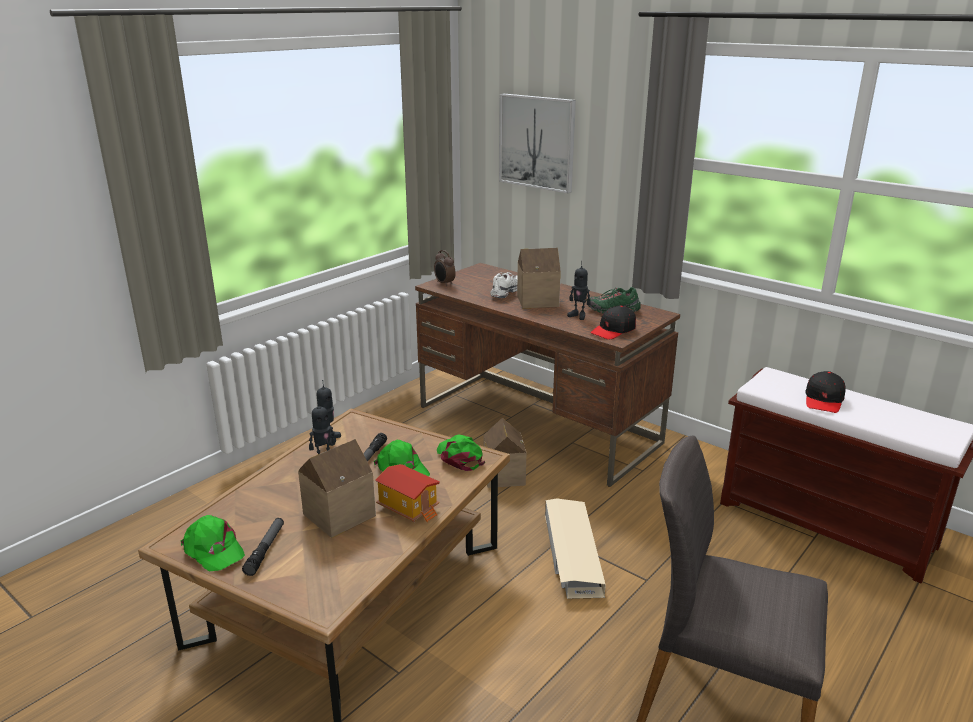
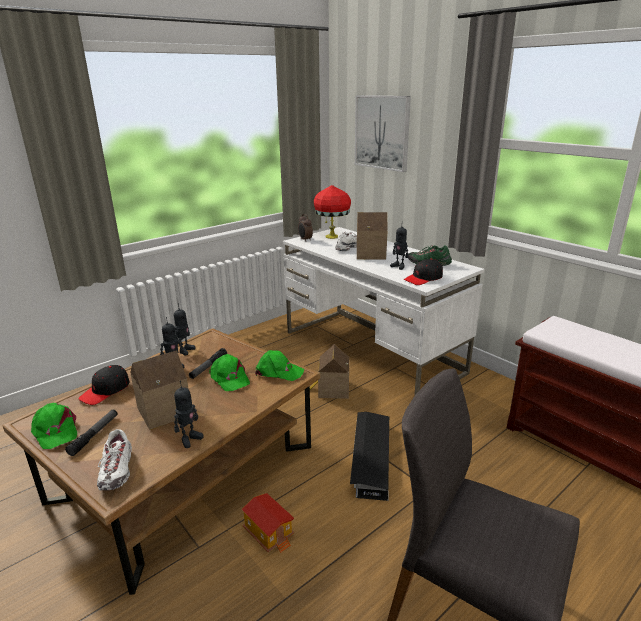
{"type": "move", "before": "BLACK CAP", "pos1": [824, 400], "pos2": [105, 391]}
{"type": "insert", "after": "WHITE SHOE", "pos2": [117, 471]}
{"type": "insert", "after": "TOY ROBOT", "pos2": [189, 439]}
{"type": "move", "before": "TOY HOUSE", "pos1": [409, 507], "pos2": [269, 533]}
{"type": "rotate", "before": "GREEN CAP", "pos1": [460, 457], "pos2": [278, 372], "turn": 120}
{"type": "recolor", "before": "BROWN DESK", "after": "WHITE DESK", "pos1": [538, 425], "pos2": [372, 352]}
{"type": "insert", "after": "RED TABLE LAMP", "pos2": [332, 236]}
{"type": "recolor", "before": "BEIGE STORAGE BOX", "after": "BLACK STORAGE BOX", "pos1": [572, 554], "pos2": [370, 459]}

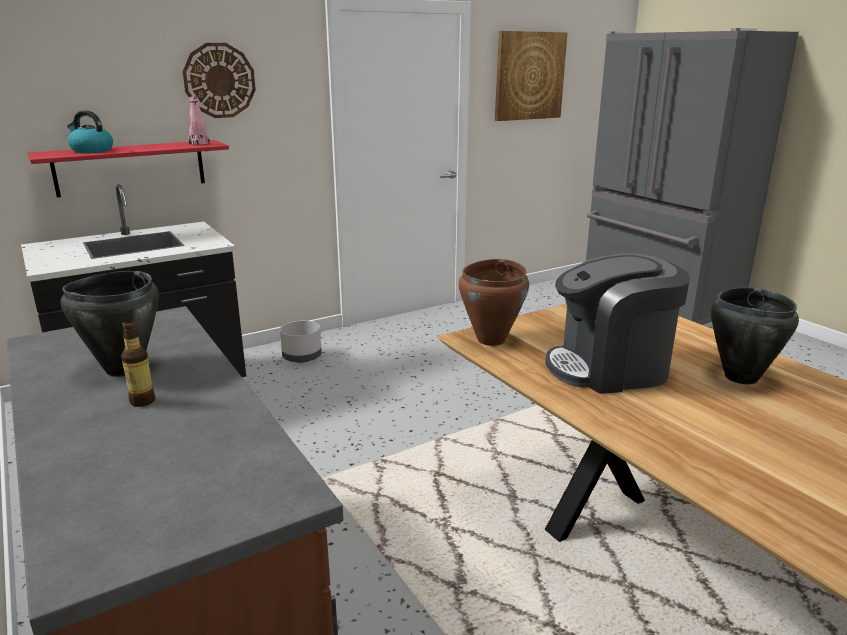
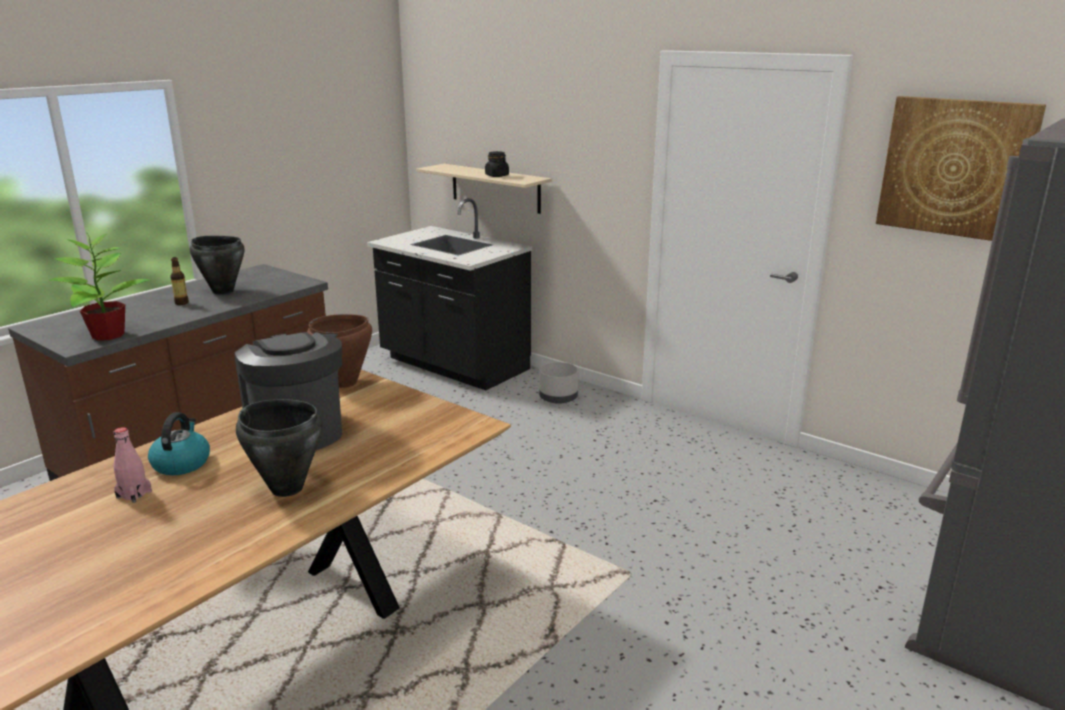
{"type": "insert", "after": "POTTED PLANT", "pos2": [107, 335]}
{"type": "move", "before": "PINK BOTTLE", "pos1": [199, 144], "pos2": [134, 494]}
{"type": "move", "before": "KETTLE", "pos1": [91, 150], "pos2": [181, 463]}
{"type": "recolor", "before": "RED SHELF", "after": "BEIGE SHELF", "pos1": [130, 168], "pos2": [495, 188]}
{"type": "insert", "after": "BLACK JAR", "pos2": [496, 176]}
{"type": "delete", "before": "WALL CLOCK", "pos1": [219, 80]}

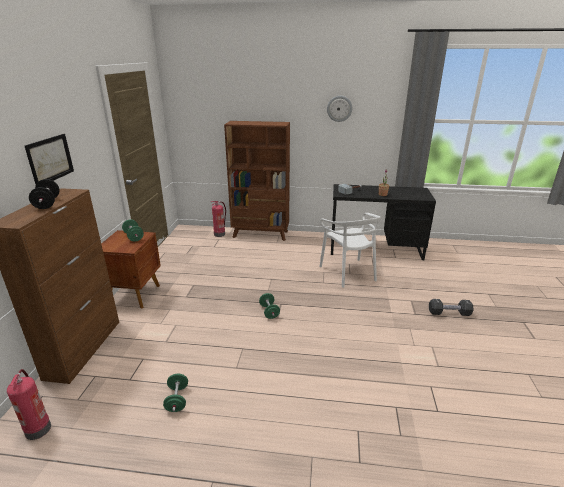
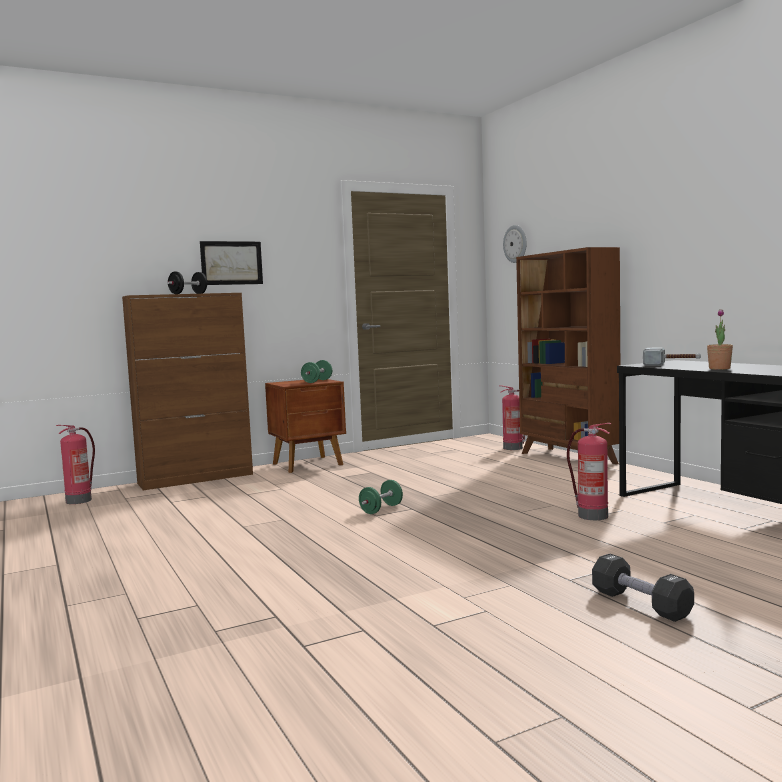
{"type": "move", "before": "WALL CLOCK", "pos1": [339, 108], "pos2": [515, 244]}
{"type": "replace", "before": "WHITE CHAIR", "after": "FIRE EXTINGUISHER", "pos1": [348, 272], "pos2": [591, 516]}
{"type": "delete", "before": "GREEN DUMBBELL", "pos1": [177, 400]}

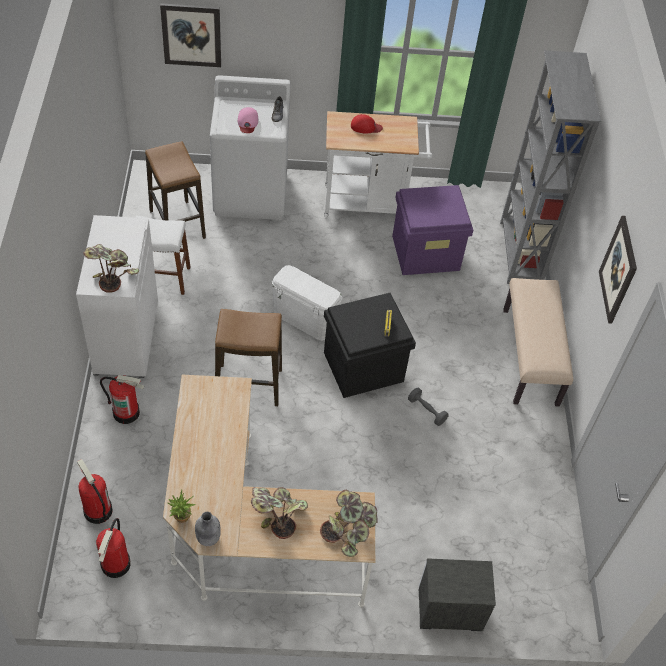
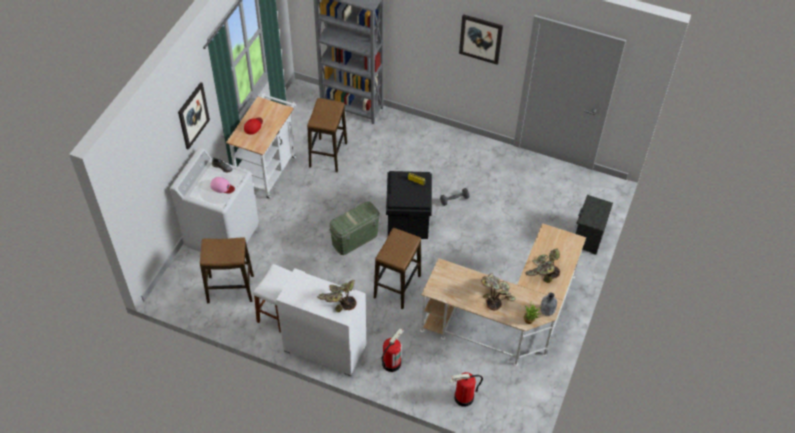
{"type": "move", "before": "PICTURE", "pos1": [191, 35], "pos2": [193, 115]}
{"type": "replace", "before": "PURPLE STORAGE BOX", "after": "STOOL", "pos1": [426, 252], "pos2": [328, 155]}
{"type": "recolor", "before": "WHITE STORAGE BOX", "after": "GREEN STORAGE BOX", "pos1": [304, 319], "pos2": [355, 239]}
{"type": "move", "before": "POTTED PLANT", "pos1": [348, 531], "pos2": [495, 296]}
{"type": "delete", "before": "FIRE EXTINGUISHER", "pos1": [116, 564]}
{"type": "delete", "before": "BEIGE BENCH", "pos1": [531, 357]}

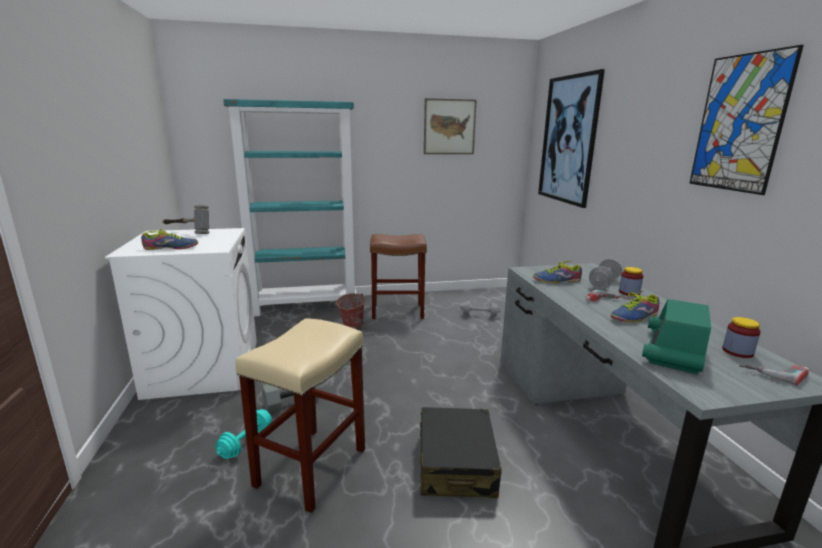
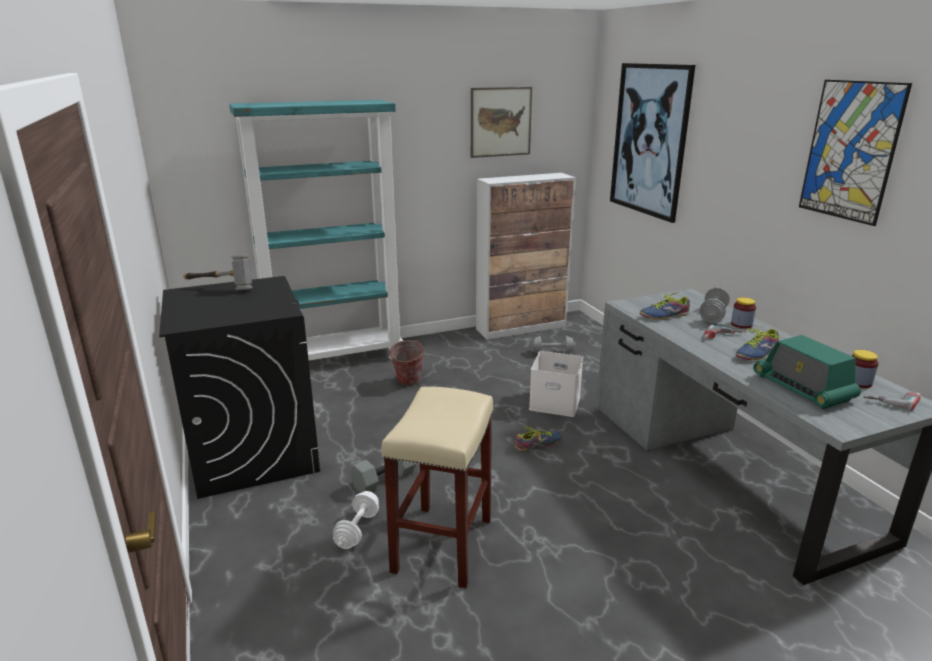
{"type": "recolor", "before": "WHITE WASHING MACHINE", "after": "BLACK WASHING MACHINE", "pos1": [204, 368], "pos2": [254, 451]}
{"type": "recolor", "before": "TURQUOISE DUMBBELL", "after": "WHITE DUMBBELL", "pos1": [246, 443], "pos2": [357, 530]}
{"type": "insert", "after": "CABINET", "pos2": [521, 327]}
{"type": "move", "before": "SHOE", "pos1": [171, 248], "pos2": [538, 444]}
{"type": "insert", "after": "WHITE STORAGE BOX", "pos2": [556, 402]}
{"type": "rotate", "before": "RADIO", "pos1": [673, 351], "pos2": [802, 388], "turn": -45}
{"type": "delete", "before": "BROWN STOOL", "pos1": [398, 311]}
{"type": "delete", "before": "BLACK SUITCASE", "pos1": [456, 464]}

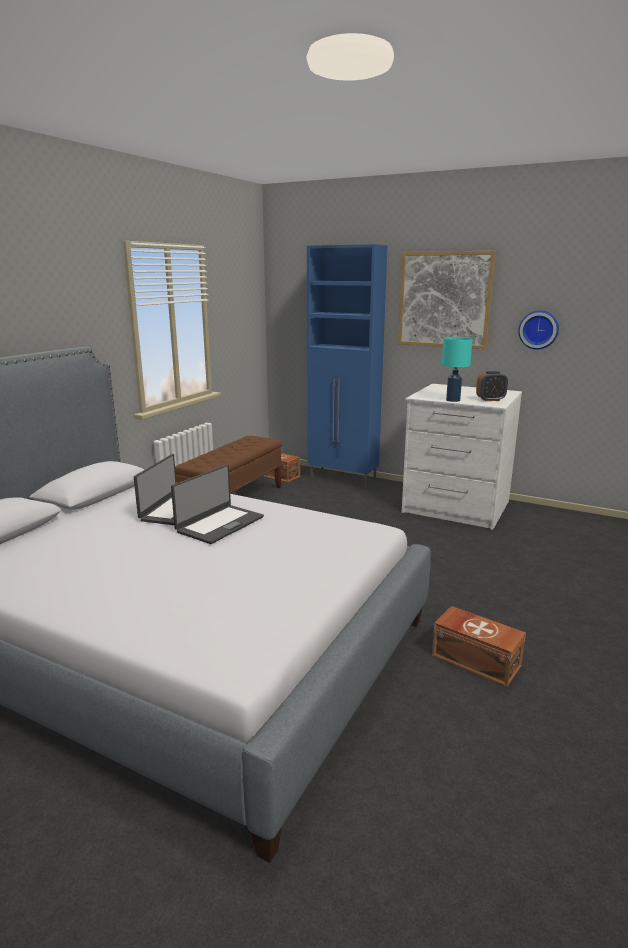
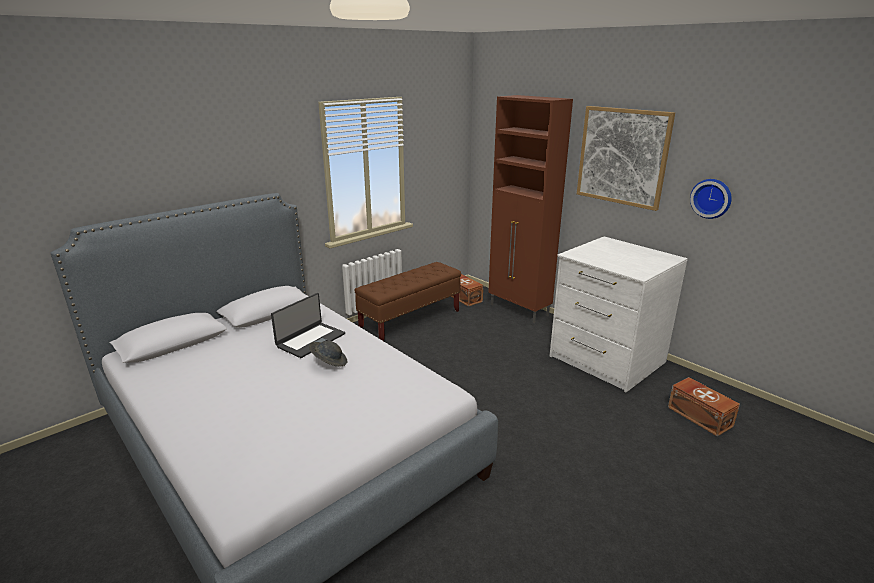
{"type": "replace", "before": "LAPTOP", "after": "GREY HAT", "pos1": [219, 524], "pos2": [329, 362]}
{"type": "recolor", "before": "BLUE CABINET", "after": "BROWN CABINET", "pos1": [343, 479], "pos2": [519, 310]}
{"type": "move", "before": "BROWN STORAGE BOX", "pos1": [475, 659], "pos2": [699, 415]}
{"type": "delete", "before": "TURQUOISE TABLE LAMP", "pos1": [452, 400]}
{"type": "delete", "before": "ALARM CLOCK", "pos1": [490, 400]}

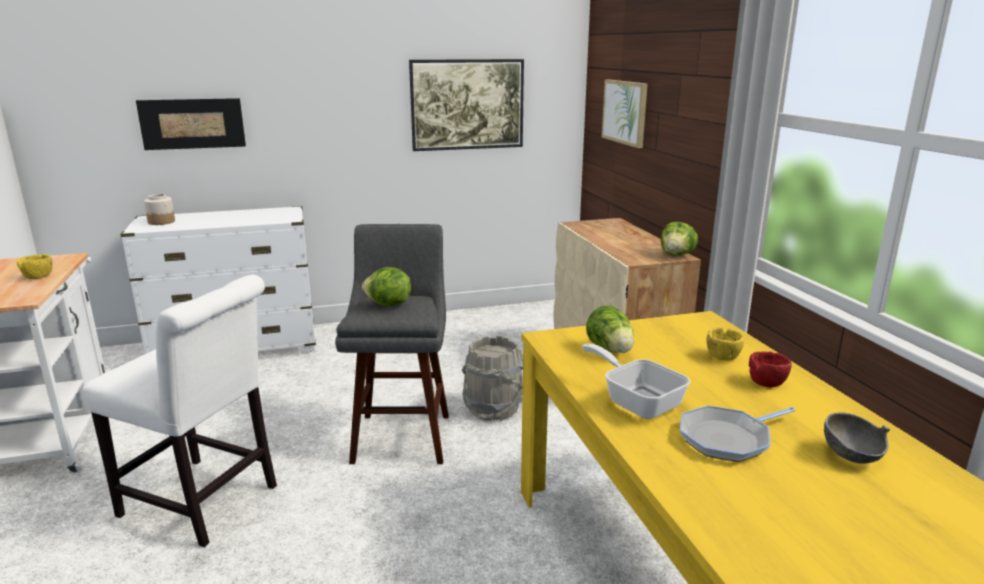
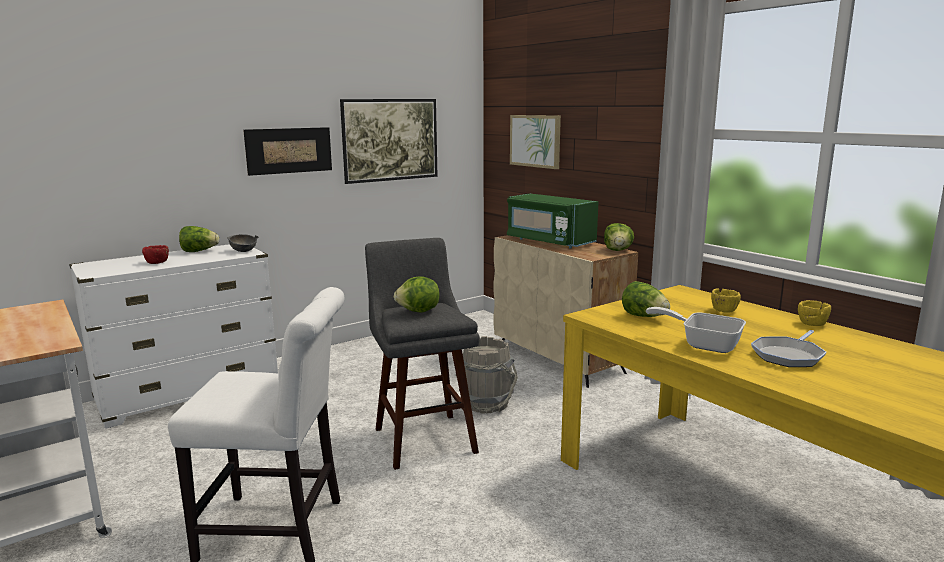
{"type": "move", "before": "RED BOWL", "pos1": [767, 382], "pos2": [157, 262]}
{"type": "insert", "after": "LETTUCE", "pos2": [199, 251]}
{"type": "move", "before": "GREY BOWL", "pos1": [851, 456], "pos2": [243, 251]}
{"type": "move", "before": "PICTURE", "pos1": [192, 123], "pos2": [289, 150]}
{"type": "insert", "after": "GREEN MICROWAVE", "pos2": [549, 242]}
{"type": "move", "before": "YELLOW BOWL", "pos1": [38, 277], "pos2": [812, 323]}
{"type": "delete", "before": "JAR", "pos1": [161, 222]}

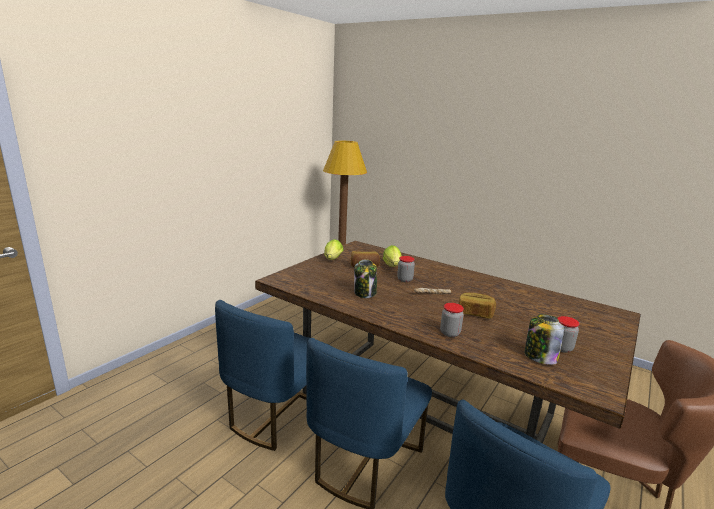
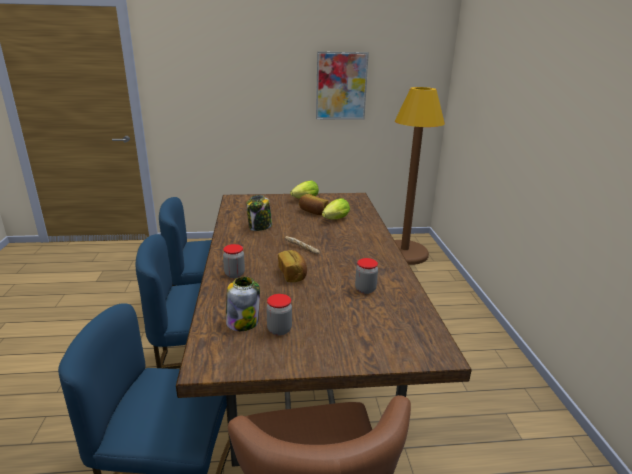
{"type": "insert", "after": "PICTURE", "pos2": [341, 86]}
{"type": "move", "before": "JAR", "pos1": [405, 279], "pos2": [365, 289]}

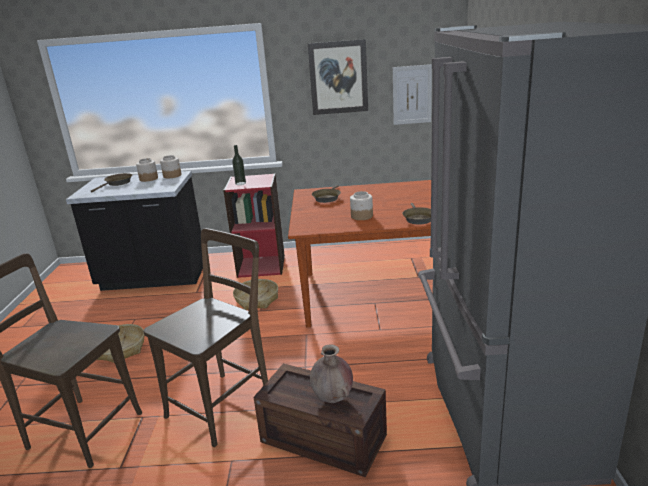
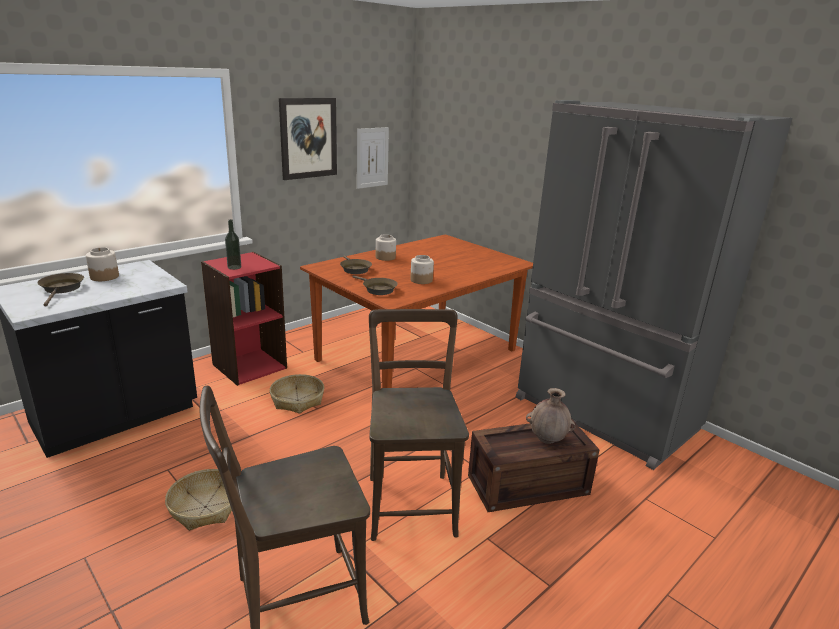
{"type": "move", "before": "BROWN FRYING PAN", "pos1": [418, 218], "pos2": [377, 289]}
{"type": "move", "before": "JAR", "pos1": [172, 175], "pos2": [385, 257]}

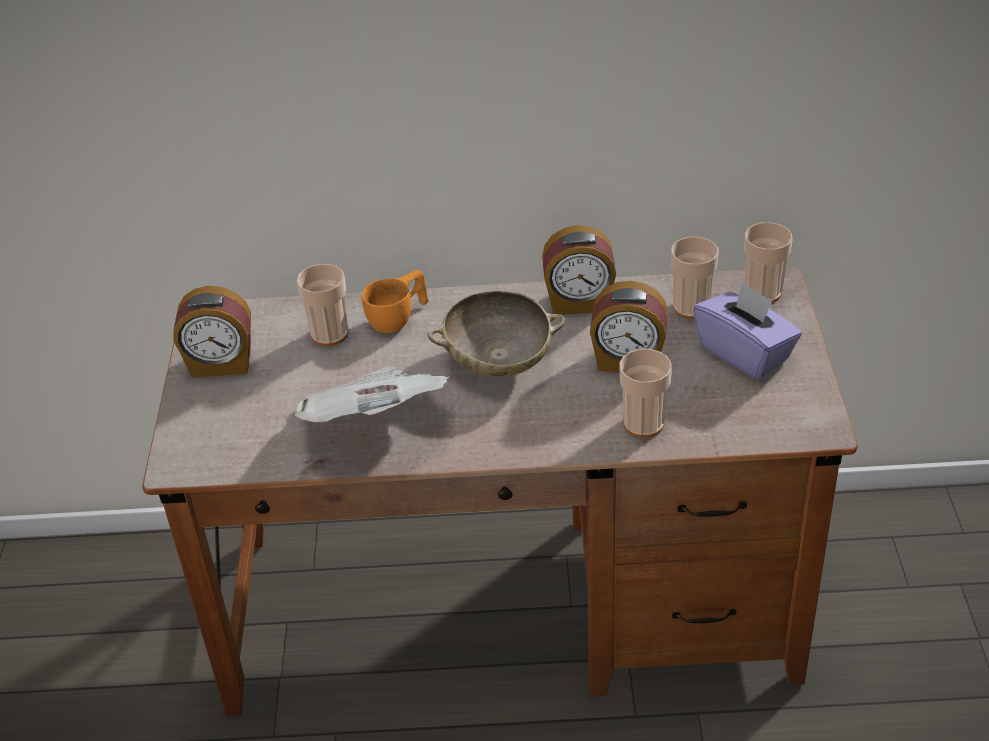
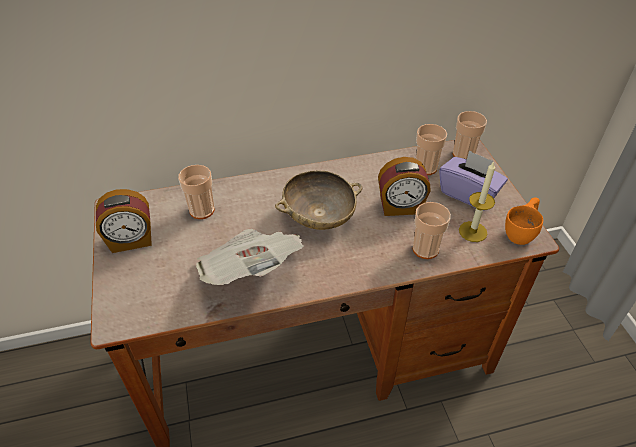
{"type": "insert", "after": "CANDLE", "pos2": [473, 231]}
{"type": "move", "before": "ORANGE CUP", "pos1": [399, 318], "pos2": [522, 232]}
{"type": "delete", "before": "ALARM CLOCK", "pos1": [579, 303]}

